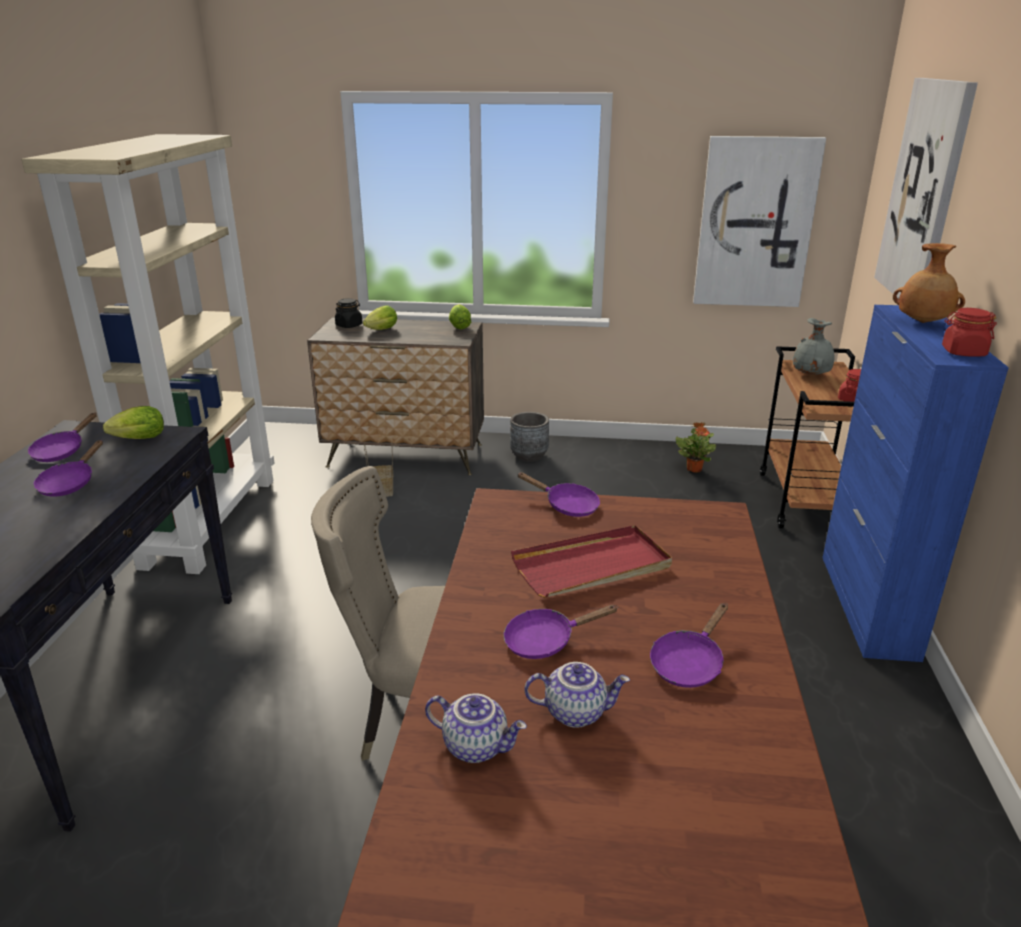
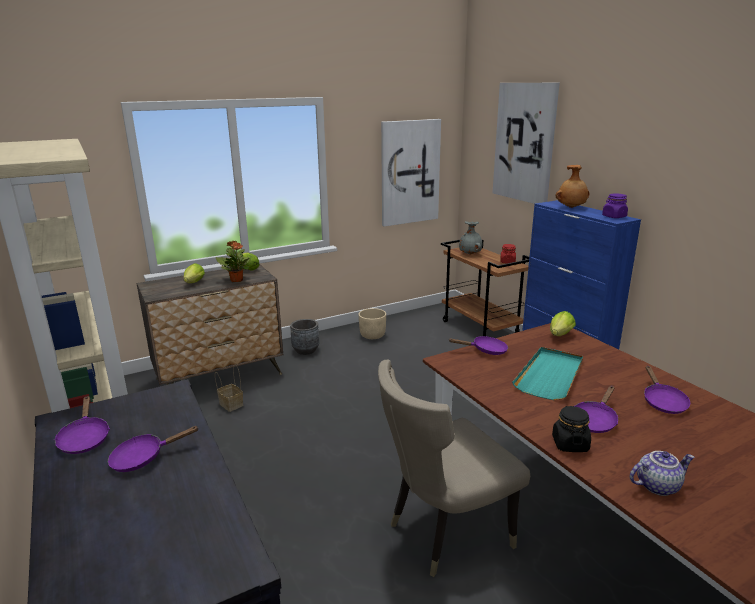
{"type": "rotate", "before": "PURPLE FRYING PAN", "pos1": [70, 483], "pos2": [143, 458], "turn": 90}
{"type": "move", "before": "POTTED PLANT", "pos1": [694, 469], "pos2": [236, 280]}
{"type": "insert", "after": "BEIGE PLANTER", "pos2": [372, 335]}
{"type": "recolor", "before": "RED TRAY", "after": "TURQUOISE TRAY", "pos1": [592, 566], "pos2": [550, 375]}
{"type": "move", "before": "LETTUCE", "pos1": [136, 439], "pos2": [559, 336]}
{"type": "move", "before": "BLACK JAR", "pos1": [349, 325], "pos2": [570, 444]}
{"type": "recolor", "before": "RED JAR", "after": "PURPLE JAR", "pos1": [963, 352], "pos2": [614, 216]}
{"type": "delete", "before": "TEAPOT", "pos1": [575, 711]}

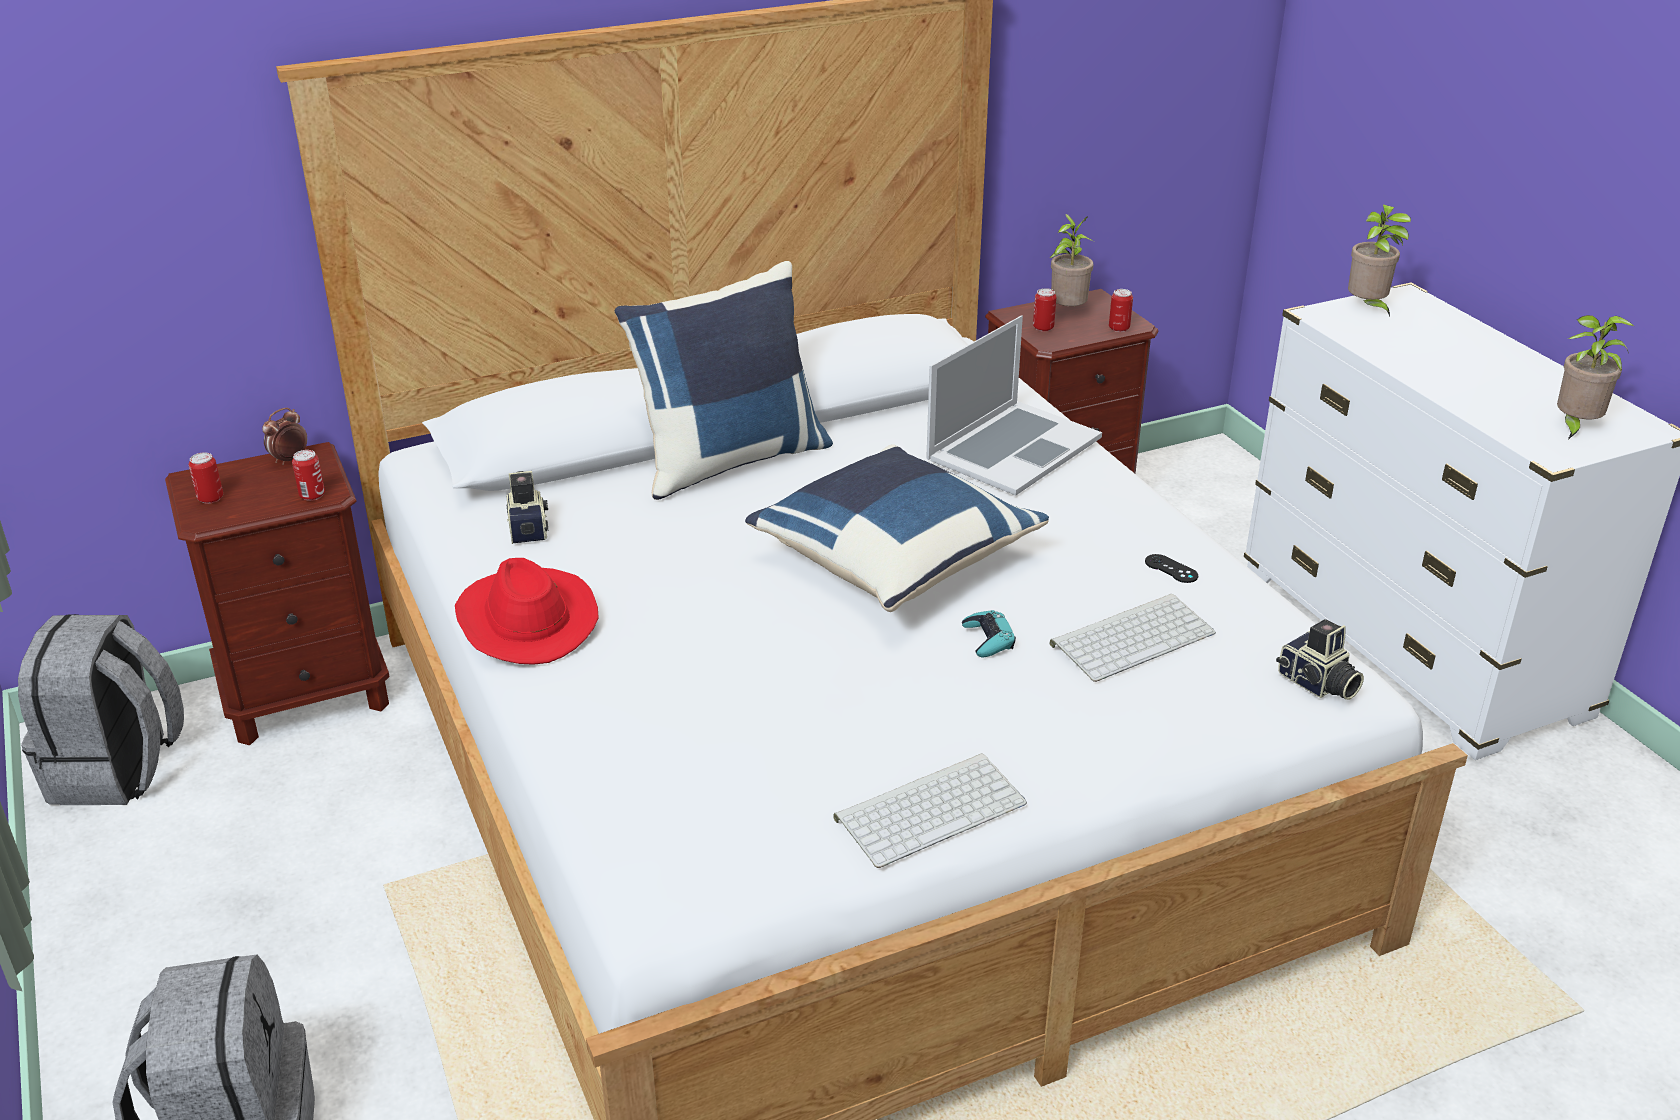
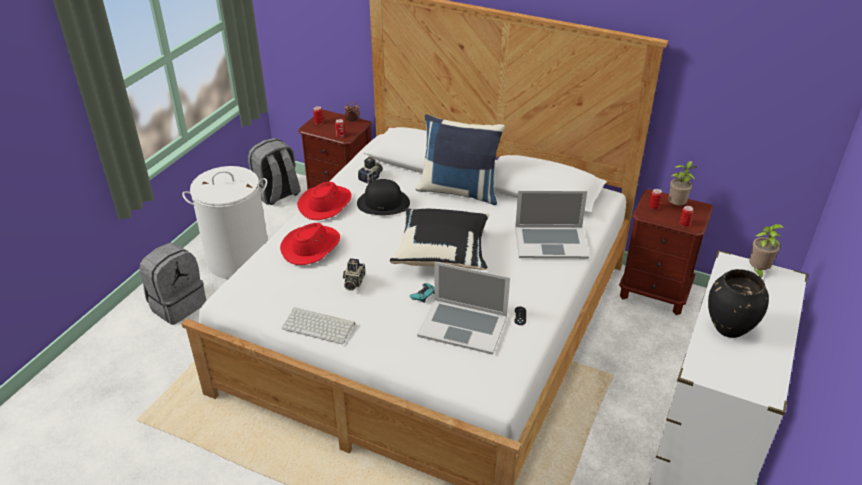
{"type": "insert", "after": "WHITE LAUNDRY BASKET", "pos2": [239, 260]}
{"type": "insert", "after": "RED HAT", "pos2": [311, 247]}
{"type": "move", "before": "PHOTO CAMERA", "pos1": [1317, 684], "pos2": [353, 282]}
{"type": "insert", "after": "BLACK HAT", "pos2": [383, 202]}
{"type": "recolor", "before": "BLUE PILLOW", "after": "BLACK PILLOW", "pos1": [893, 560], "pos2": [442, 252]}
{"type": "replace", "before": "KEYBOARD", "after": "LAPTOP", "pos1": [1133, 637], "pos2": [463, 325]}
{"type": "insert", "after": "BLACK VASE", "pos2": [728, 329]}
{"type": "delete", "before": "POTTED PLANT", "pos1": [1574, 427]}

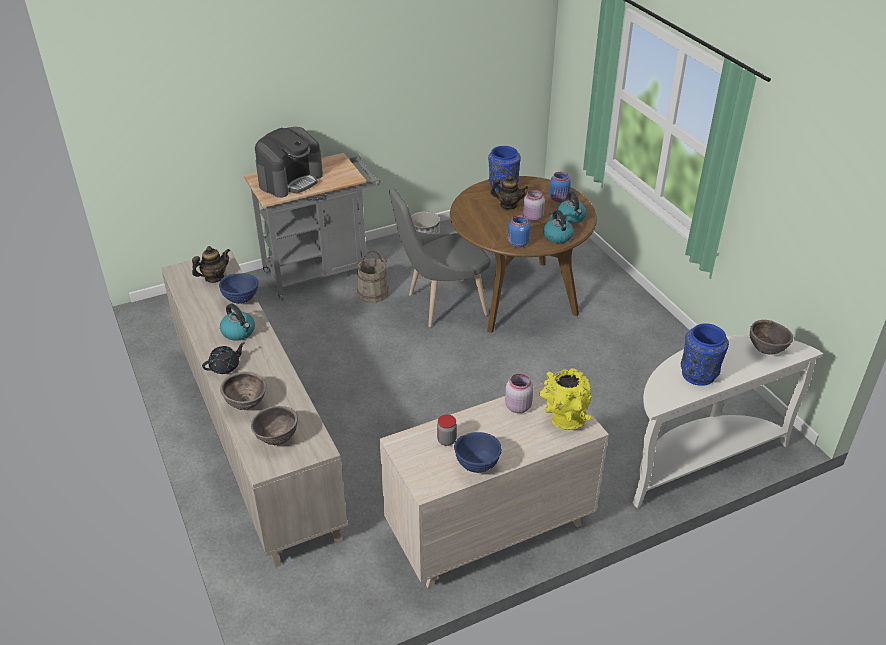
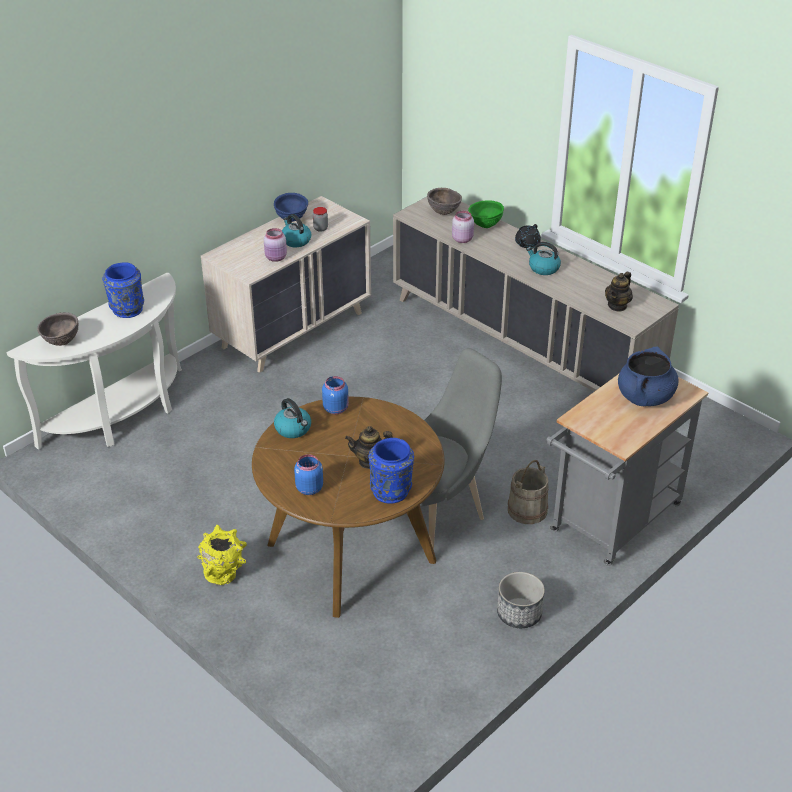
{"type": "move", "before": "YELLOW VASE", "pos1": [563, 420], "pos2": [225, 574]}
{"type": "move", "before": "KETTLE", "pos1": [571, 217], "pos2": [295, 240]}
{"type": "move", "before": "PINK JAR", "pos1": [532, 218], "pos2": [462, 239]}
{"type": "recolor", "before": "BROWN BOWL", "after": "GREEN BOWL", "pos1": [246, 405], "pos2": [485, 226]}
{"type": "replace", "before": "COFFEE MACHINE", "after": "BLUE COOKING POT", "pos1": [290, 180], "pos2": [645, 397]}
{"type": "delete", "before": "BLUE BOWL", "pos1": [241, 300]}

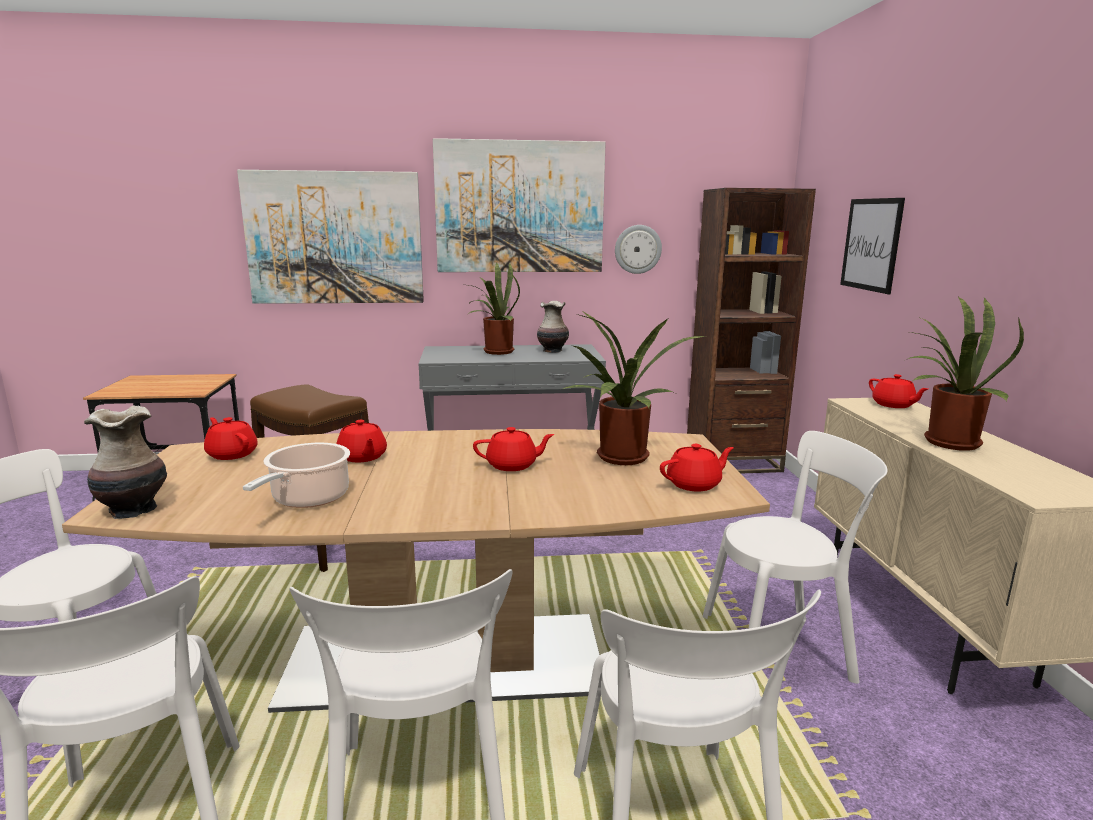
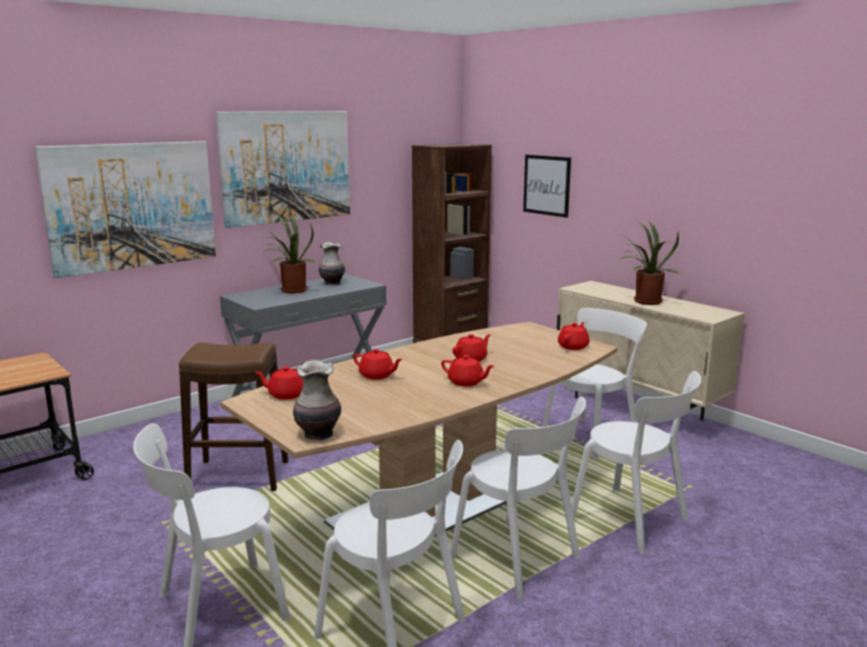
{"type": "move", "before": "RED TEAPOT", "pos1": [893, 405], "pos2": [466, 382]}
{"type": "delete", "before": "COOKING POT", "pos1": [308, 499]}
{"type": "delete", "before": "POTTED PLANT", "pos1": [622, 459]}
{"type": "delete", "before": "WALL CLOCK", "pos1": [637, 249]}

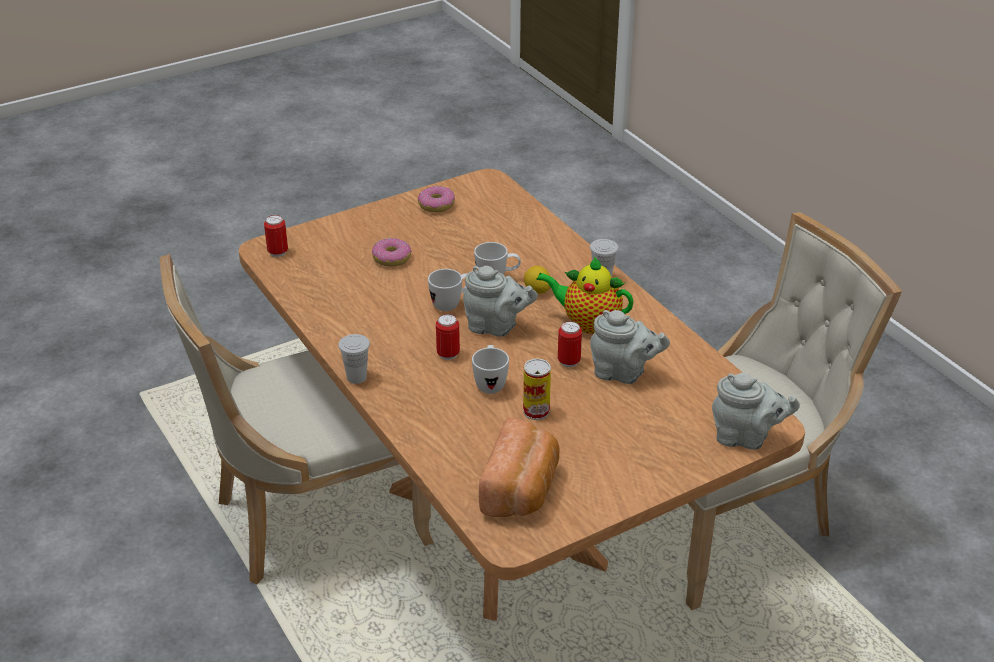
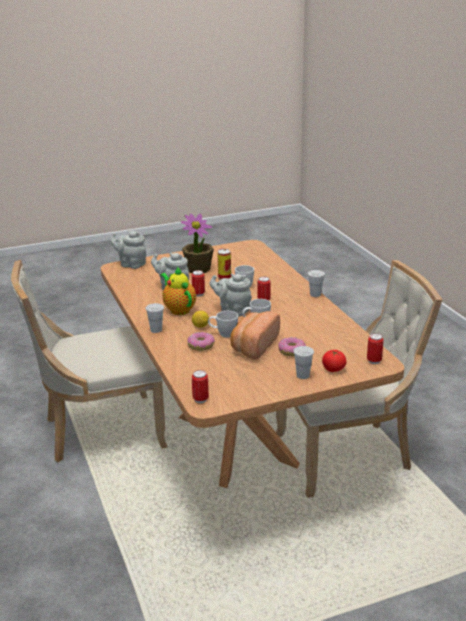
{"type": "rotate", "before": "TEAPOT", "pos1": [587, 323], "pos2": [178, 309], "turn": -150}
{"type": "insert", "after": "POTTED PLANT", "pos2": [198, 269]}
{"type": "move", "before": "DONUT", "pos1": [436, 205], "pos2": [201, 346]}
{"type": "insert", "after": "CAN", "pos2": [200, 399]}
{"type": "move", "before": "BREAD", "pos1": [522, 489], "pos2": [253, 346]}
{"type": "insert", "after": "WHITE CUP", "pos2": [303, 375]}
{"type": "insert", "after": "TOMATO", "pos2": [333, 369]}

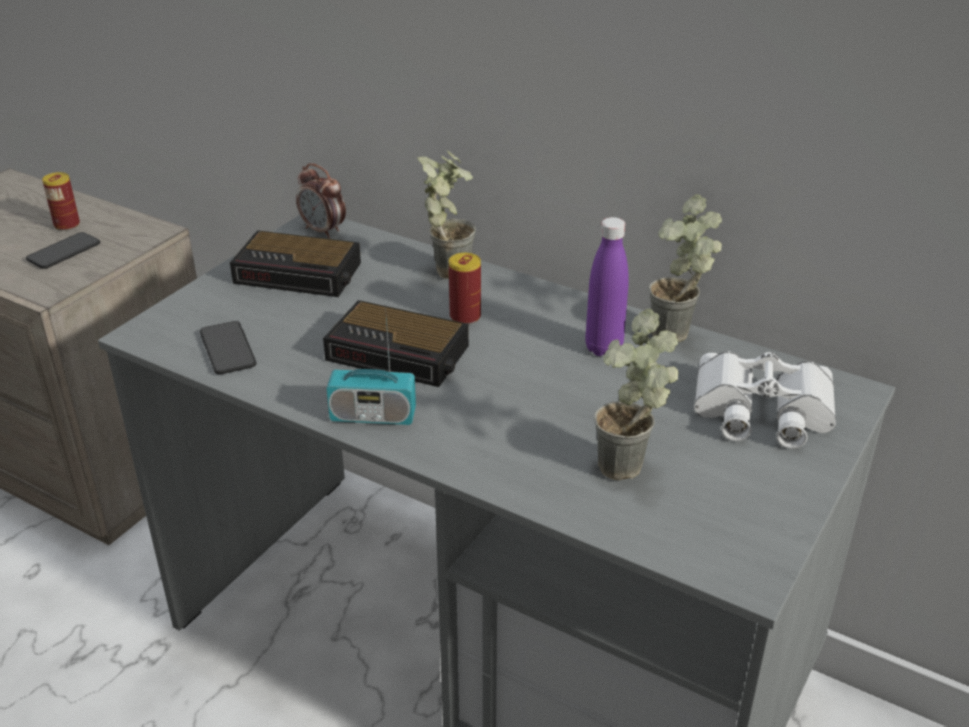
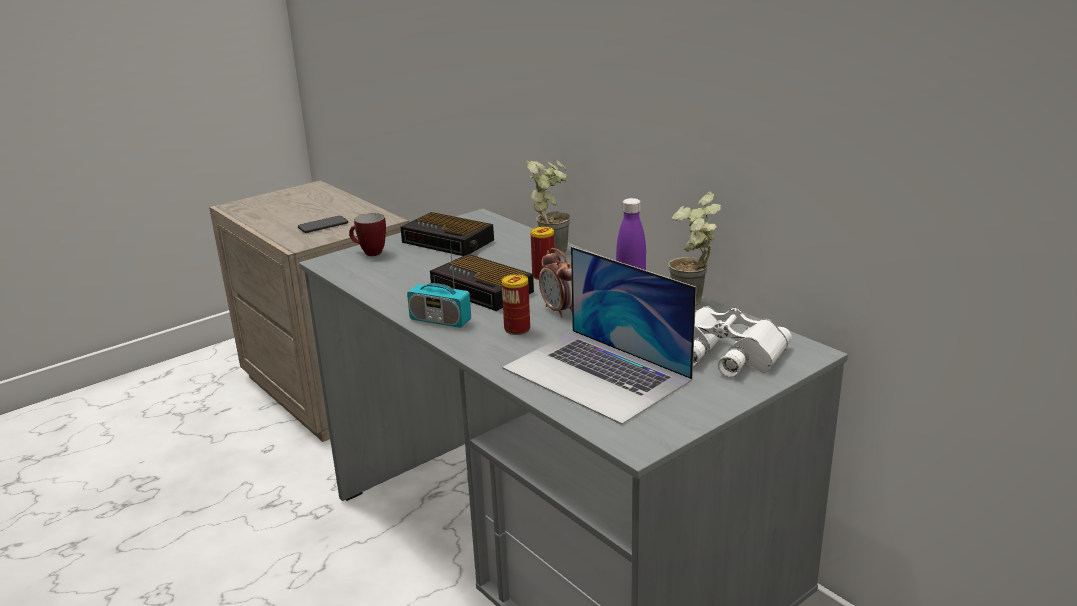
{"type": "insert", "after": "MUG", "pos2": [369, 253]}
{"type": "replace", "before": "POTTED PLANT", "after": "LAPTOP", "pos1": [632, 472], "pos2": [596, 374]}
{"type": "move", "before": "CAN", "pos1": [67, 225], "pos2": [517, 329]}
{"type": "move", "before": "ALARM CLOCK", "pos1": [323, 231], "pos2": [559, 310]}
{"type": "delete", "before": "PHONE", "pos1": [228, 349]}

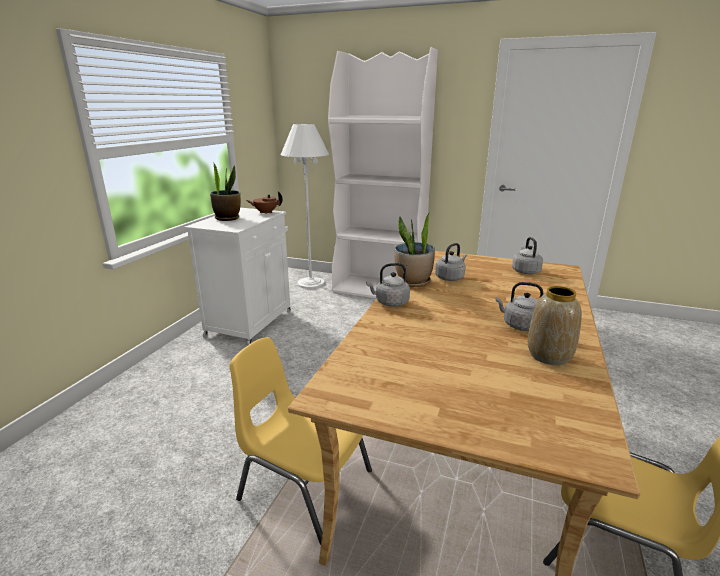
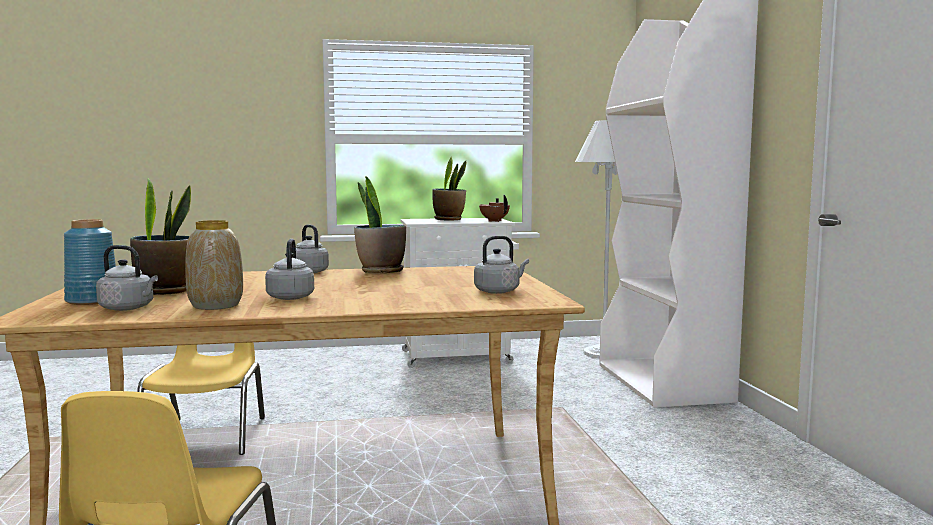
{"type": "insert", "after": "BLUE VASE", "pos2": [93, 301]}
{"type": "move", "before": "GREY KETTLE", "pos1": [450, 277], "pos2": [129, 308]}
{"type": "insert", "after": "POTTED PLANT", "pos2": [165, 291]}

